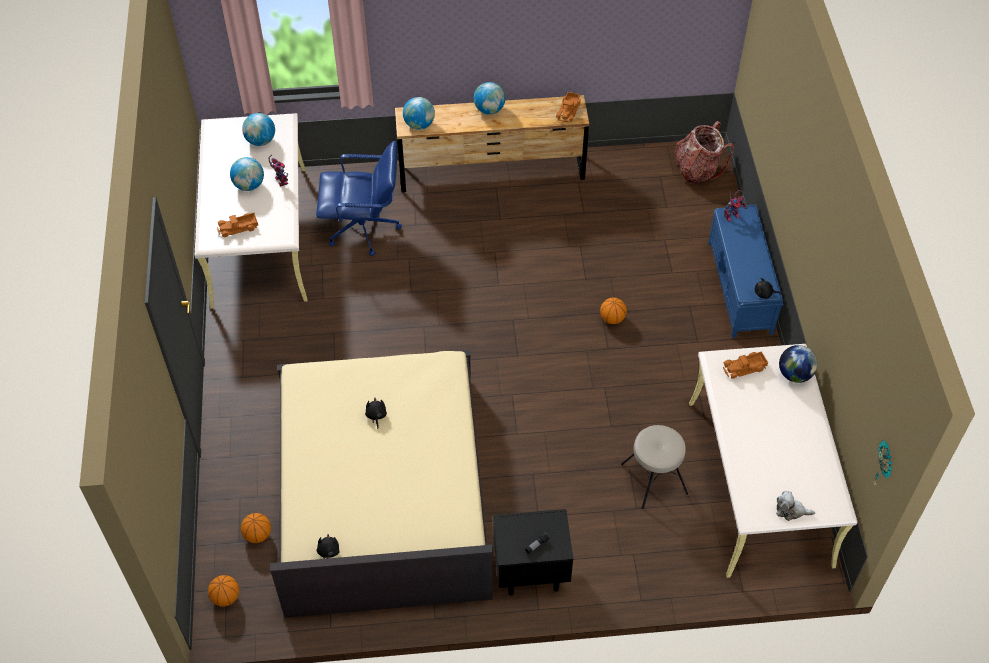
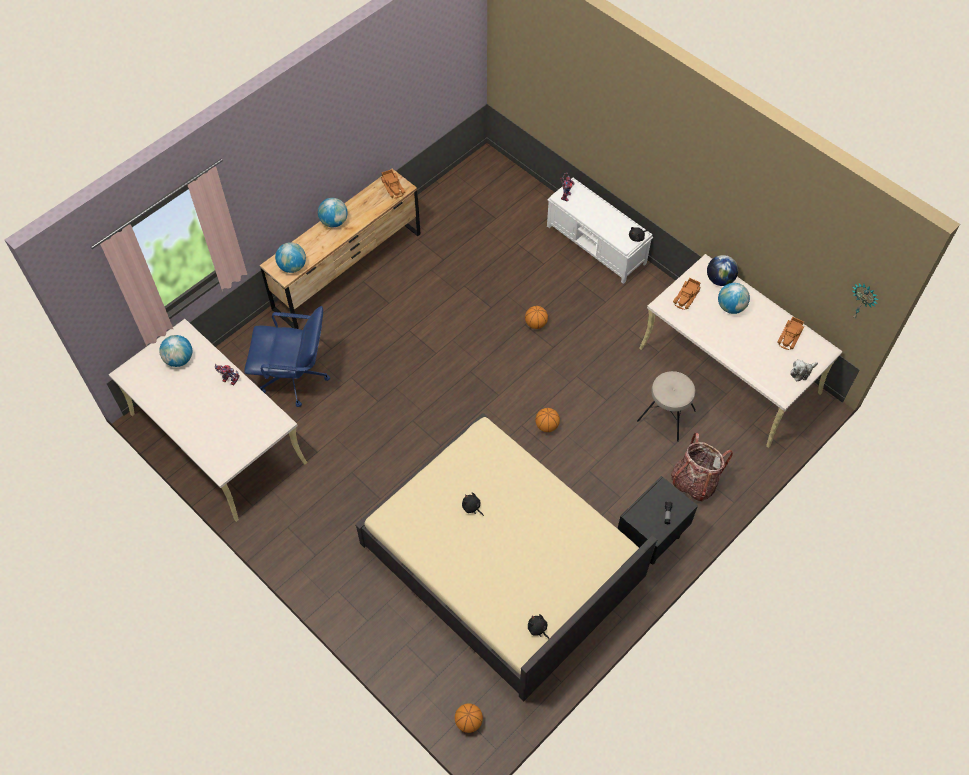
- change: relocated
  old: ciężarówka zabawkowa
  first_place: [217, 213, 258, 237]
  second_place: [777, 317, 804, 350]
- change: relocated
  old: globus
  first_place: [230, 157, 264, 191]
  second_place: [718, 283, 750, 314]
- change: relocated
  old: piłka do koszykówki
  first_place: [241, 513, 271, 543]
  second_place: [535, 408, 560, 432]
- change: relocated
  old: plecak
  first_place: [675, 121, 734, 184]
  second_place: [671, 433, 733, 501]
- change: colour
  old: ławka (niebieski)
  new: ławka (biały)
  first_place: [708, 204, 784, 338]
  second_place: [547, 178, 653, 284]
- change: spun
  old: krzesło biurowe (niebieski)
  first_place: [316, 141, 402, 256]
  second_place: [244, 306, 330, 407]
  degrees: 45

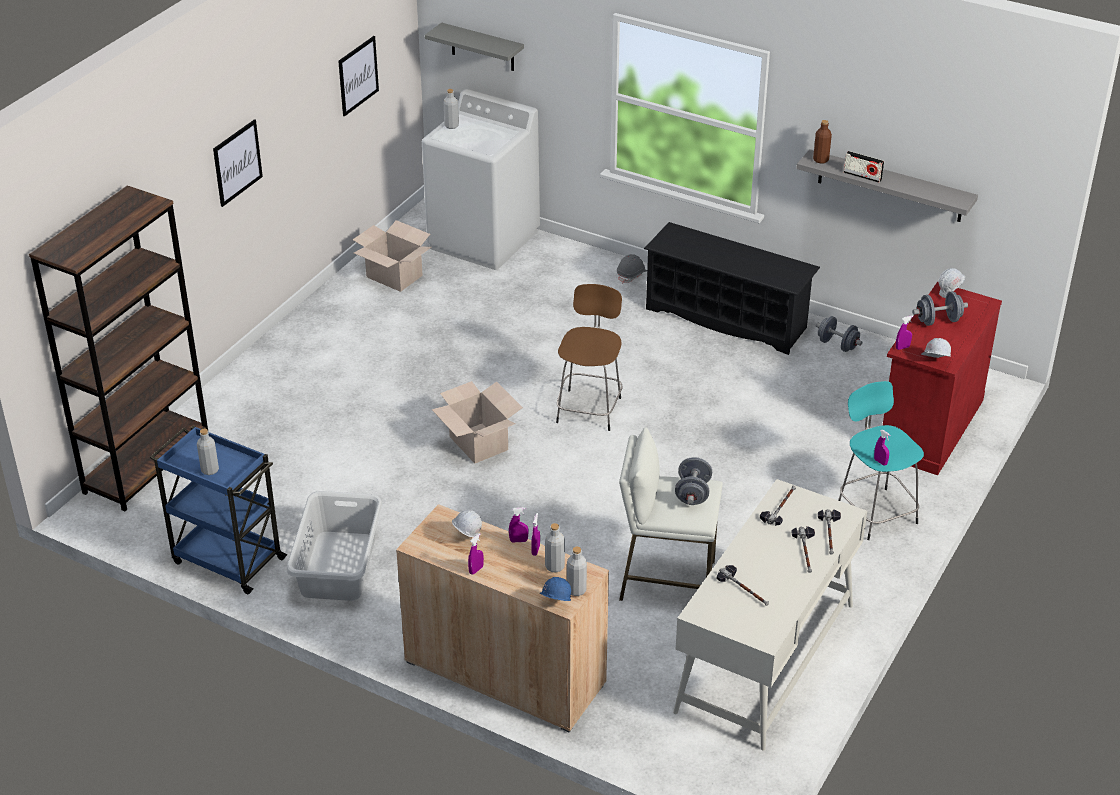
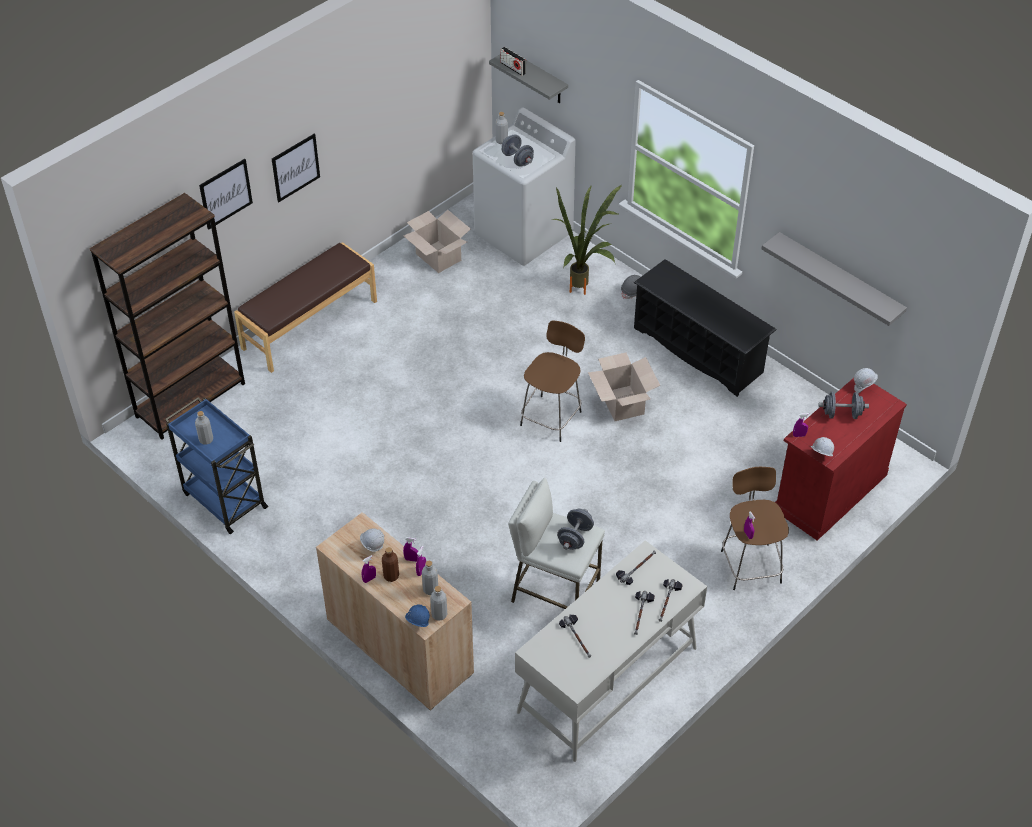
- change: missing
  old: kosz na pranie (szary)
  first_place: [287, 491, 382, 601]
- change: appeared
  new: ławka (brązowy)
  second_place: [234, 242, 377, 373]
- change: appeared
  new: roślina doniczkowa
  second_place: [552, 185, 622, 295]
- change: relocated
  old: obraz
  first_place: [338, 36, 379, 117]
  second_place: [199, 159, 253, 230]
- change: relocated
  old: karton
  first_place: [432, 381, 523, 463]
  second_place: [588, 352, 661, 421]
- change: relocated
  old: butelka (brązowy)
  first_place: [813, 120, 832, 164]
  second_place: [382, 547, 399, 582]
- change: relocated
  old: hantel (szary)
  first_place: [816, 316, 862, 352]
  second_place: [502, 135, 534, 167]
- change: relocated
  old: radio
  first_place: [844, 151, 884, 183]
  second_place: [501, 47, 526, 76]
- change: colour
  old: stołek (turkusowy)
  new: stołek (brązowy)
  first_place: [838, 381, 924, 540]
  second_place: [721, 467, 789, 590]

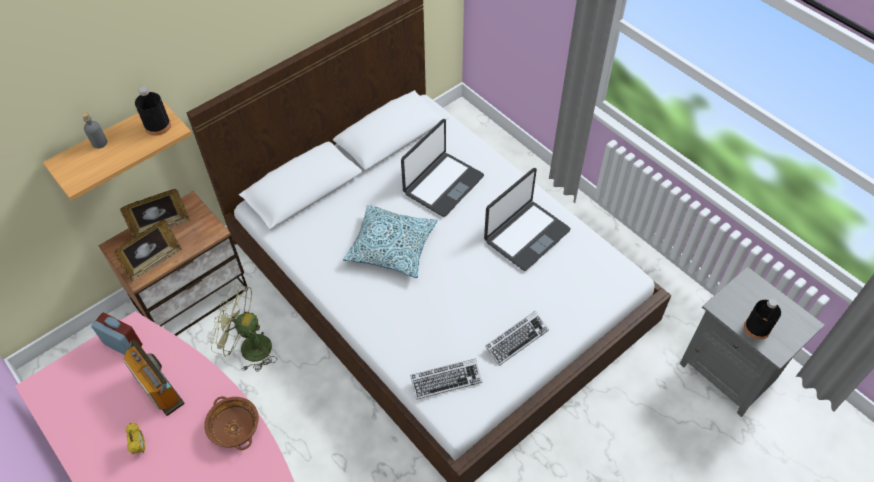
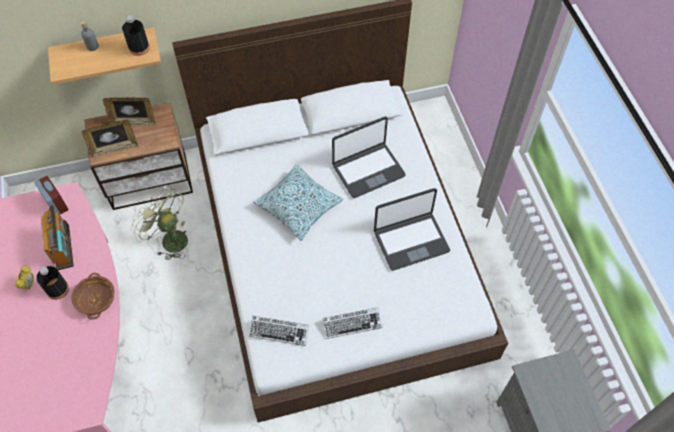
- change: relocated
  old: butelka (czarny)
  first_place: [744, 299, 781, 340]
  second_place: [36, 266, 69, 300]

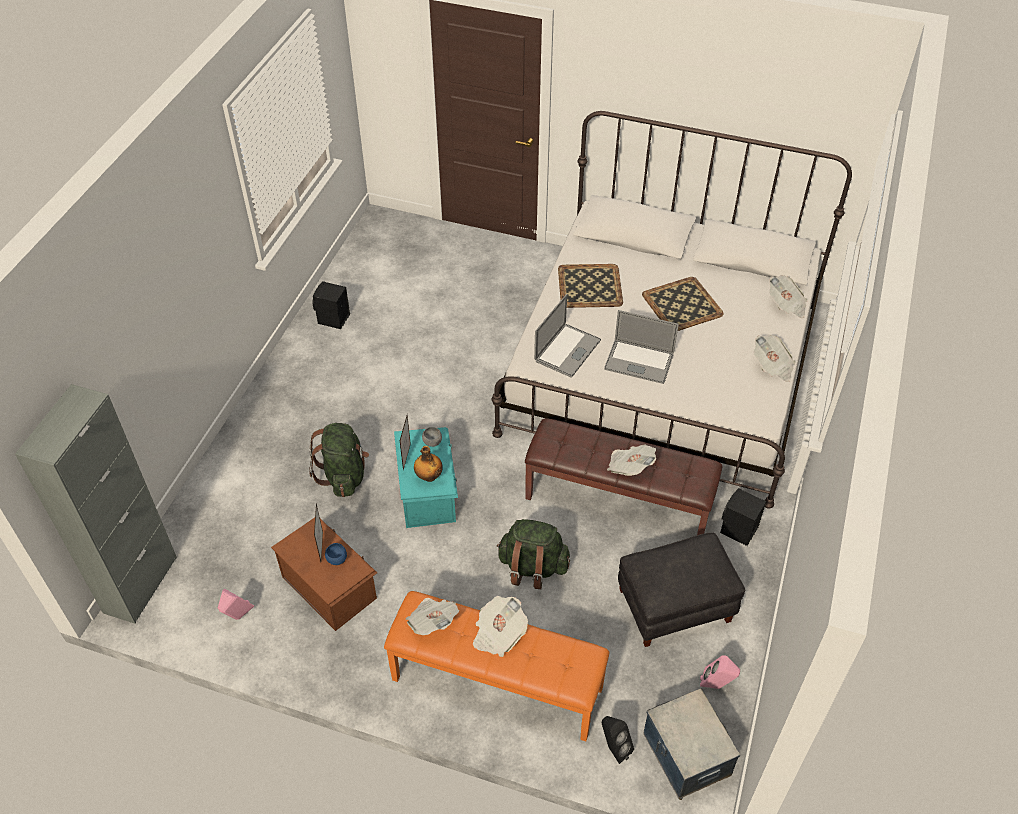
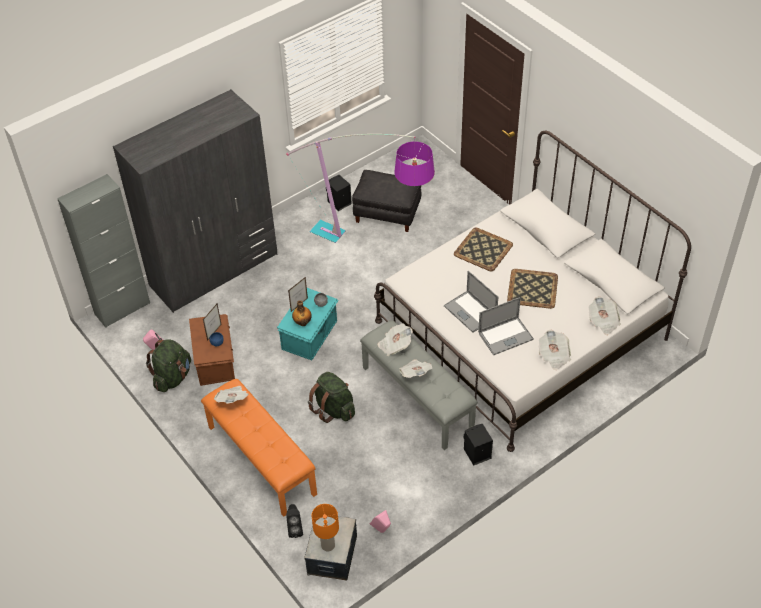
- change: appeared
  new: szafa (szary)
  second_place: [113, 89, 278, 313]
- change: appeared
  new: lampa stojąca
  second_place: [286, 134, 435, 243]
- change: appeared
  new: lampa stołowa (pomarańczowy)
  second_place: [312, 504, 339, 551]
- change: relocated
  old: plecak (zielony)
  first_place: [309, 423, 369, 497]
  second_place: [146, 339, 191, 392]
- change: relocated
  old: gazeta
  first_place: [473, 596, 528, 657]
  second_place: [377, 323, 413, 356]
- change: relocated
  old: laptop
  first_place: [534, 294, 601, 378]
  second_place: [478, 297, 534, 355]
- change: relocated
  old: pufa (czarny)
  first_place: [618, 533, 746, 647]
  second_place: [352, 170, 421, 232]
- change: colour
  old: ławka (brązowy)
  new: ławka (szary)
  first_place: [525, 418, 723, 535]
  second_place: [360, 320, 478, 450]

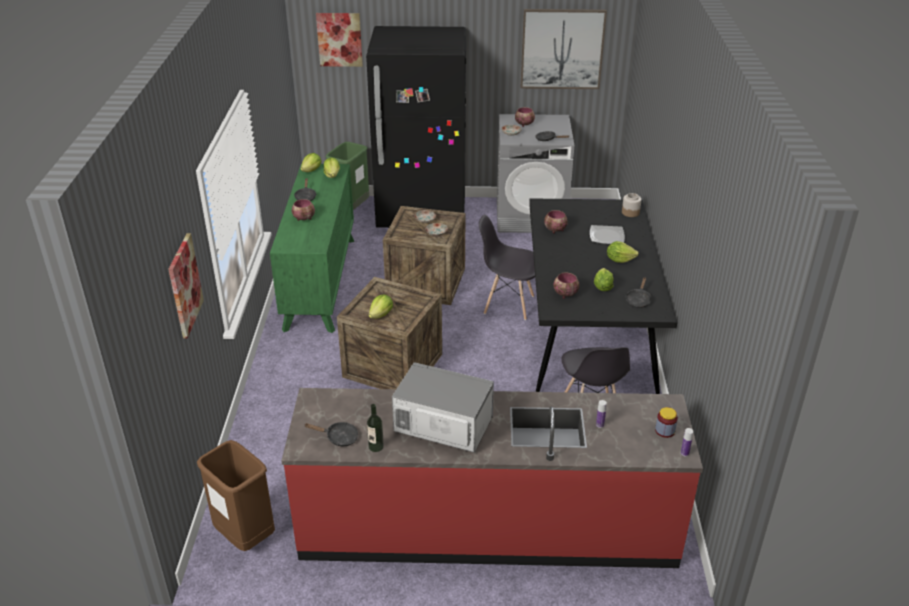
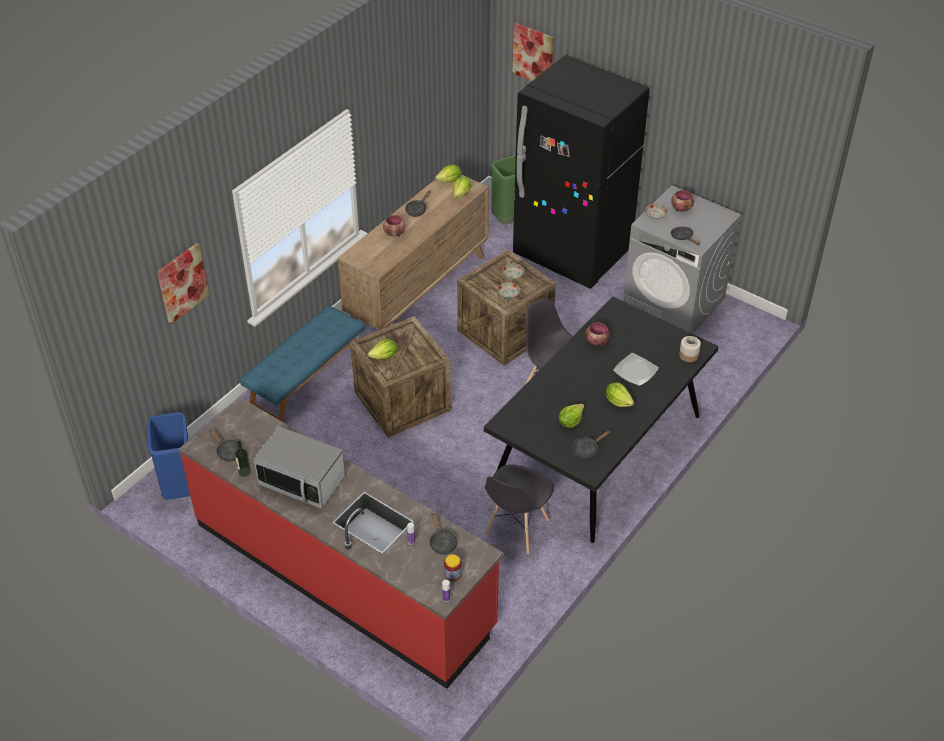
- change: missing
  old: obraz
  first_place: [521, 9, 607, 89]
- change: missing
  old: miska
  first_place: [554, 273, 580, 299]
- change: appeared
  new: ławka (niebieski)
  second_place: [240, 306, 365, 423]
- change: appeared
  new: patelnia (czarny)
  second_place: [430, 513, 458, 555]
- change: colour
  old: kosz na śmieci (brązowy)
  new: kosz na śmieci (niebieski)
  first_place: [197, 440, 275, 551]
  second_place: [147, 412, 190, 500]
- change: colour
  old: komoda (zielony)
  new: komoda (brązowy)
  first_place: [270, 164, 354, 333]
  second_place: [337, 174, 489, 330]
- change: spun
  old: mikrofalówka
  first_place: [392, 362, 494, 453]
  second_place: [254, 426, 345, 509]
  degrees: 150

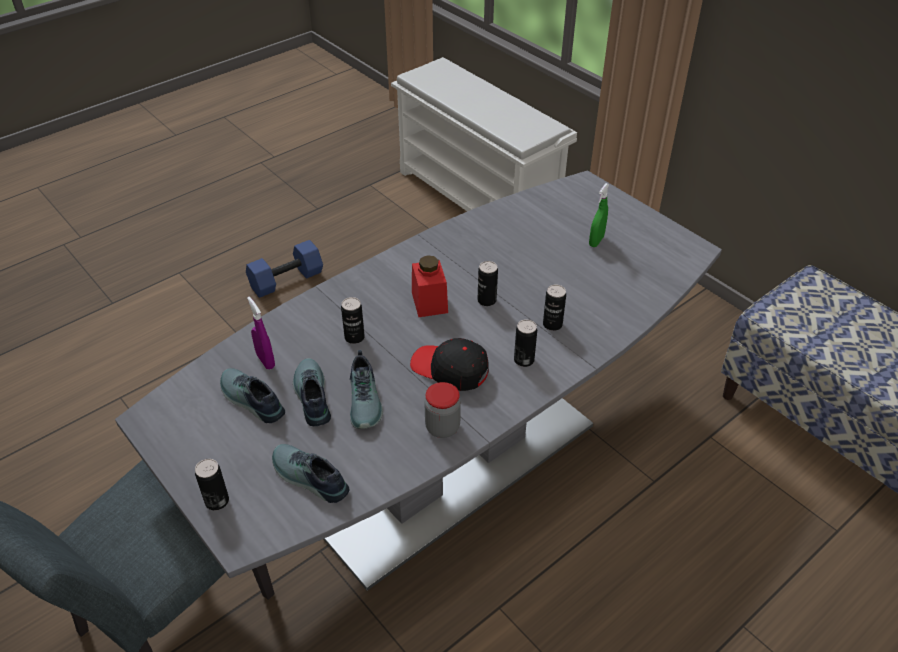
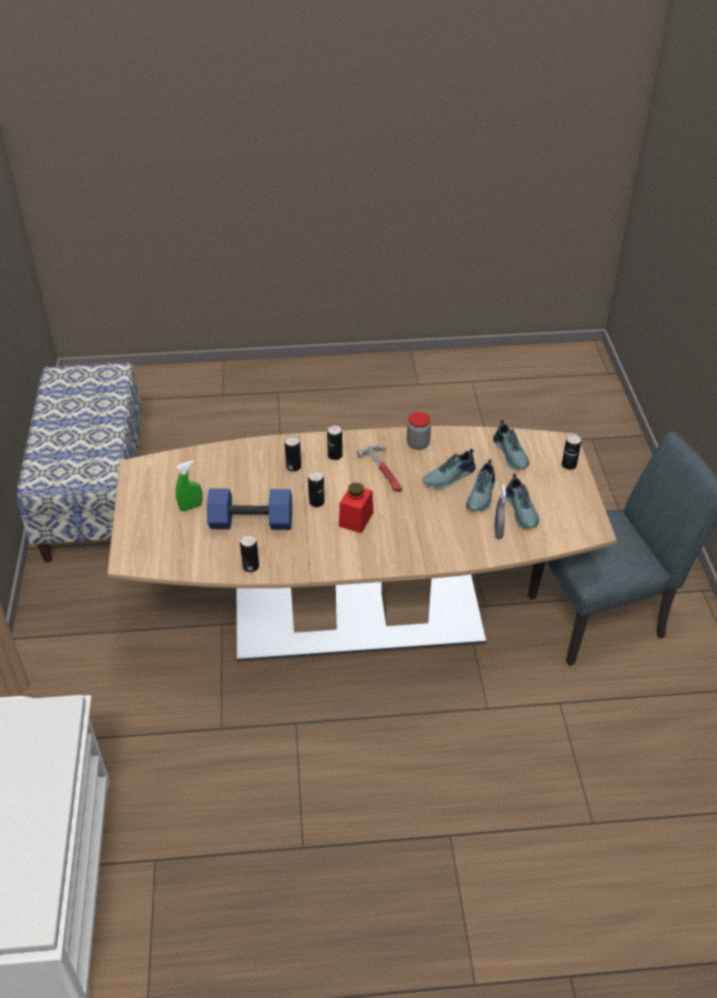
- change: relocated
  old: hantel (niebieski)
  first_place: [246, 240, 323, 298]
  second_place: [207, 488, 292, 530]
- change: relocated
  old: puszka
  first_place: [341, 297, 365, 344]
  second_place: [240, 535, 259, 572]
- change: exchanged
  old: czapka z daszkiem (czarny)
  new: młotek
  first_place: [410, 338, 489, 391]
  second_place: [357, 445, 402, 492]
- change: colour
  old: stół jadalny (szary)
  new: stół jadalny (brązowy)
  first_place: [115, 170, 722, 591]
  second_place: [107, 426, 616, 662]
- change: colour
  old: spryskiwacz (fioletowy)
  new: spryskiwacz (szary)
  first_place: [247, 297, 275, 370]
  second_place: [494, 484, 506, 539]
- change: spun
  old: but
  first_place: [350, 350, 383, 429]
  second_place: [423, 448, 476, 489]
  degrees: -150

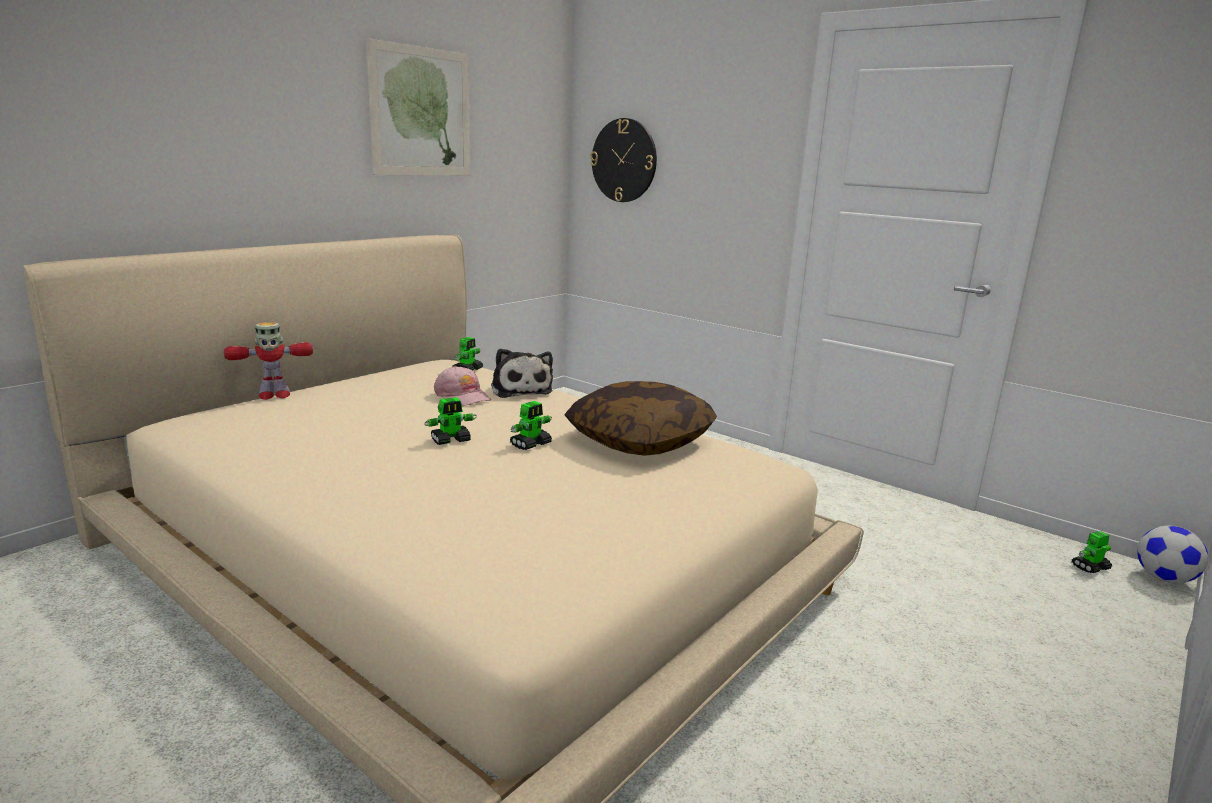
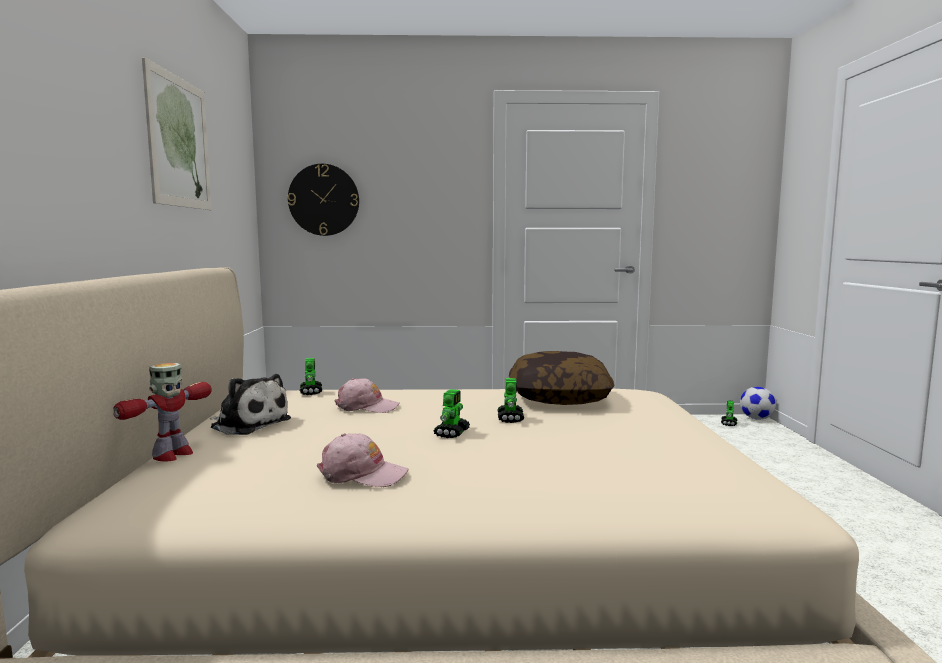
- change: appeared
  new: czapka z daszkiem (różowy)
  second_place: [317, 433, 409, 487]
- change: relocated
  old: pluszak
  first_place: [491, 348, 553, 398]
  second_place: [210, 374, 291, 435]

